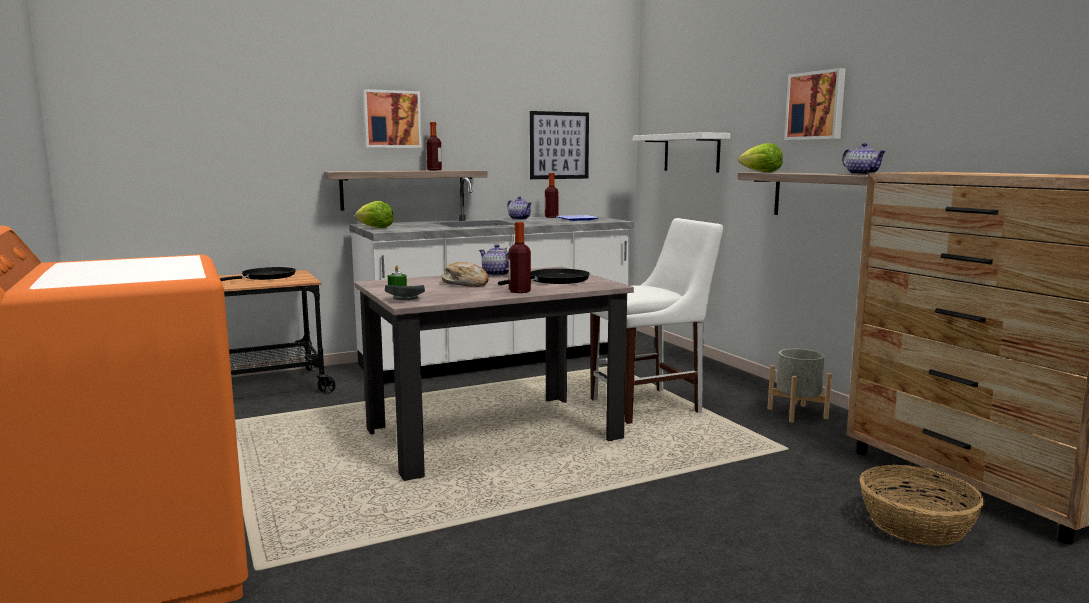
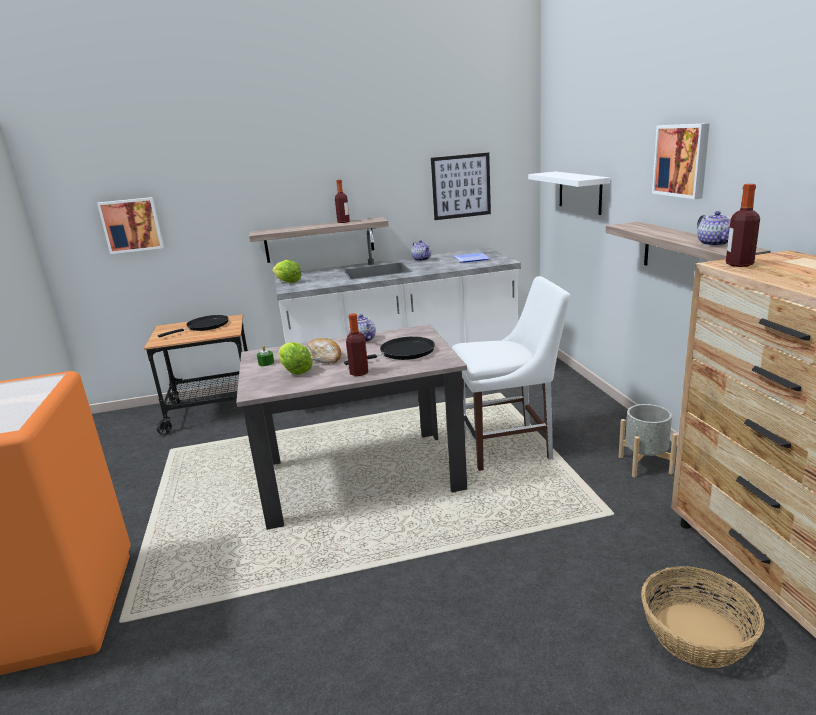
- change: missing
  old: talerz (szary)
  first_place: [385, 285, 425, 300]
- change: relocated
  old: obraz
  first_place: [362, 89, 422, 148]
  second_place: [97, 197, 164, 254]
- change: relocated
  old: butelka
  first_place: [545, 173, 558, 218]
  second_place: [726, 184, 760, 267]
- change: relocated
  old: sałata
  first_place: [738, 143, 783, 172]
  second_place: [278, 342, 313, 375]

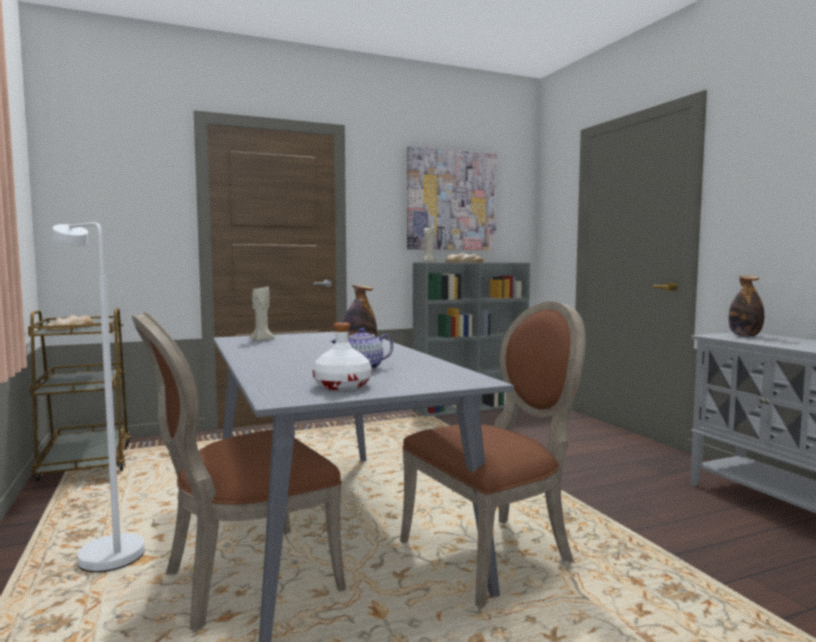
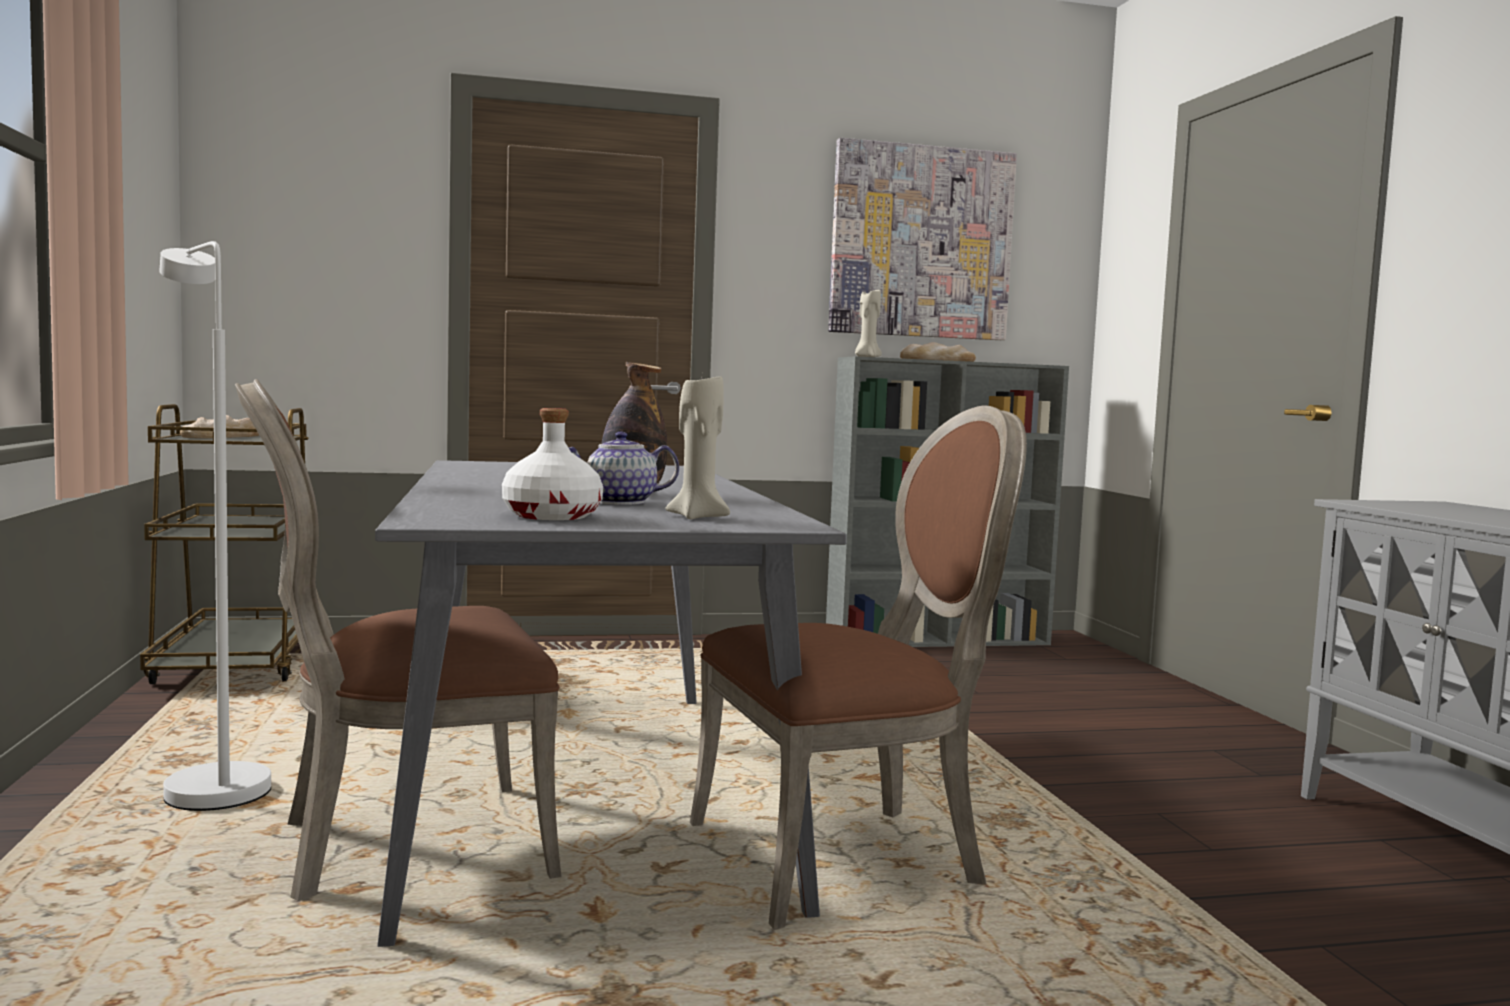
- change: missing
  old: butelka
  first_place: [729, 276, 764, 337]
- change: relocated
  old: świeca (beżowy)
  first_place: [249, 285, 274, 341]
  second_place: [665, 376, 730, 519]

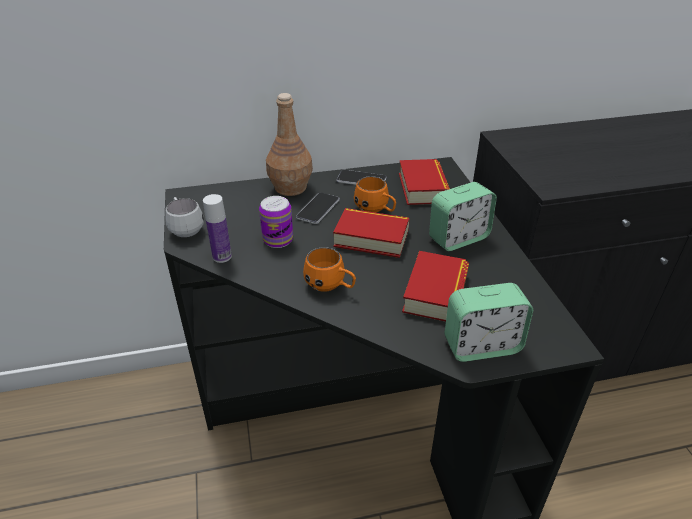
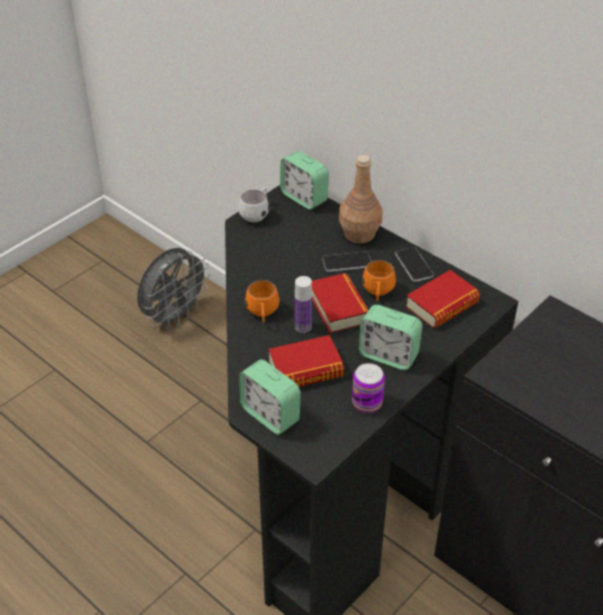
- change: appeared
  new: wentylator (szary)
  second_place: [137, 248, 210, 330]
- change: appeared
  new: budzik
  second_place: [280, 151, 329, 210]
- change: relocated
  old: butelka
  first_place: [203, 194, 232, 263]
  second_place: [295, 276, 312, 333]
- change: relocated
  old: puszka
  first_place: [259, 196, 293, 248]
  second_place: [352, 363, 385, 413]

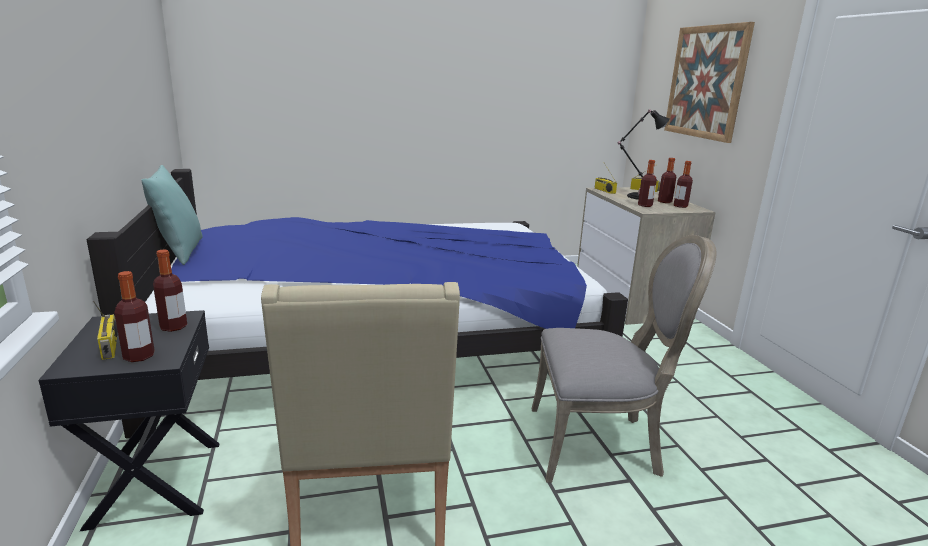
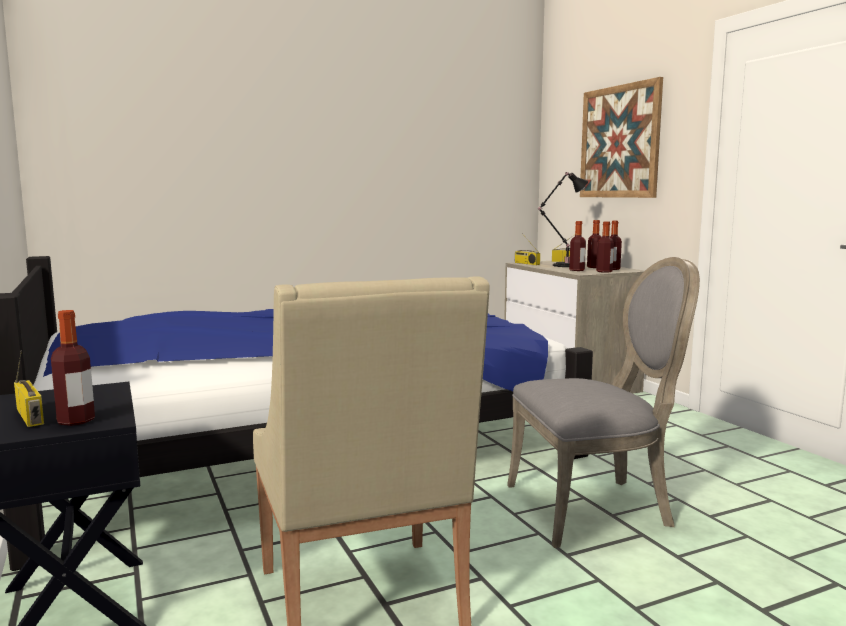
- change: missing
  old: poduszka (turkusowy)
  first_place: [141, 165, 203, 265]
- change: relocated
  old: butelka
  first_place: [153, 249, 187, 332]
  second_place: [596, 222, 614, 273]

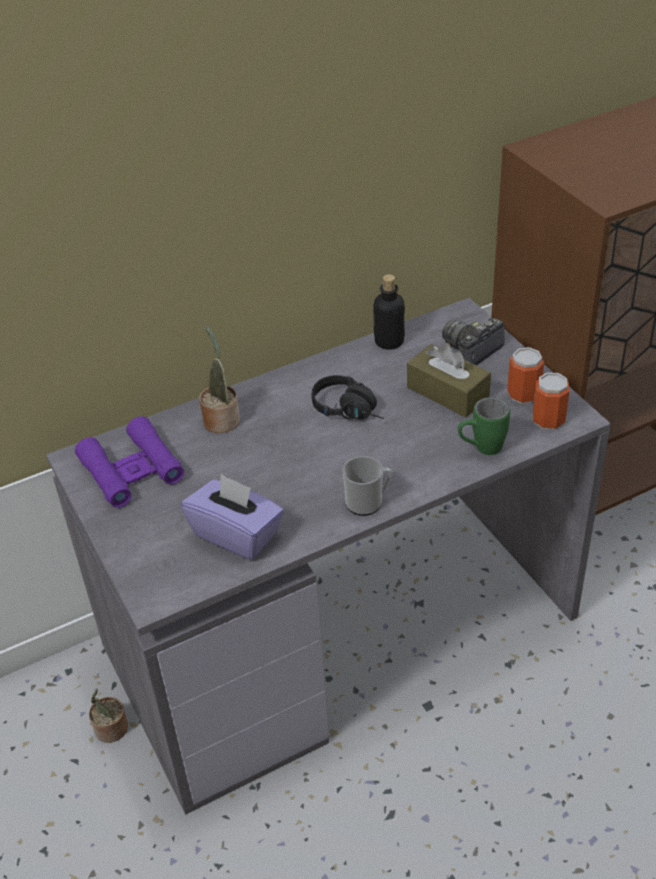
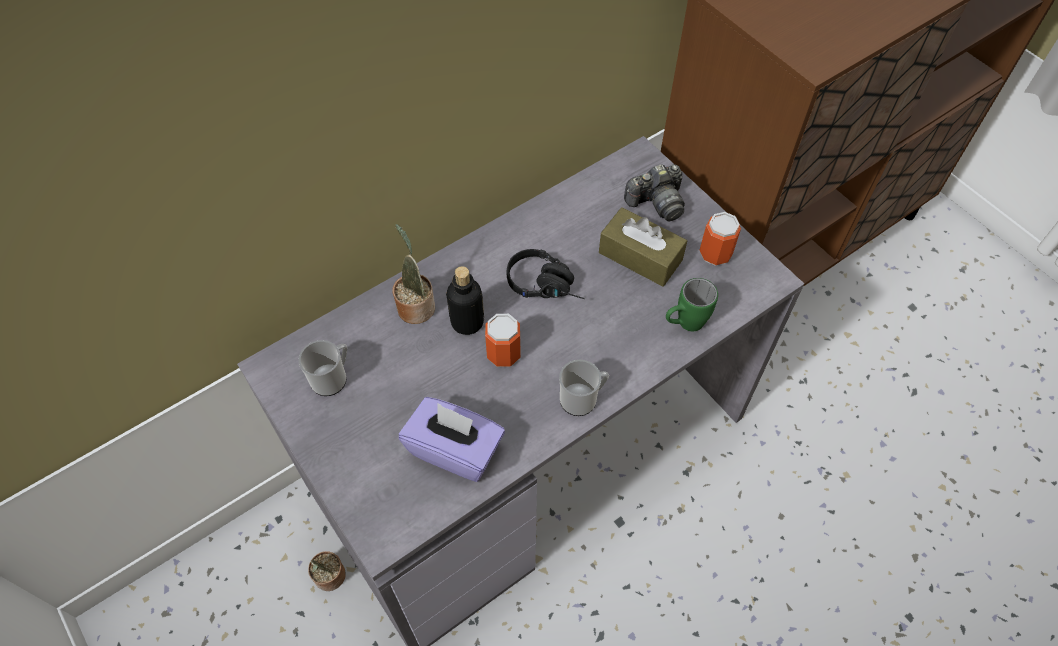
- change: relocated
  old: butelka
  first_place: [373, 274, 405, 350]
  second_place: [446, 266, 484, 335]
- change: relocated
  old: puszka
  first_place: [533, 372, 569, 430]
  second_place: [485, 314, 520, 367]
- change: exchanged
  old: lornetka (fioletowy)
  new: kubek
  first_place: [75, 416, 184, 508]
  second_place: [298, 340, 347, 396]
- change: spun
  old: aparat fotograficzny
  first_place: [442, 318, 505, 365]
  second_place: [624, 164, 685, 221]
  degrees: -150

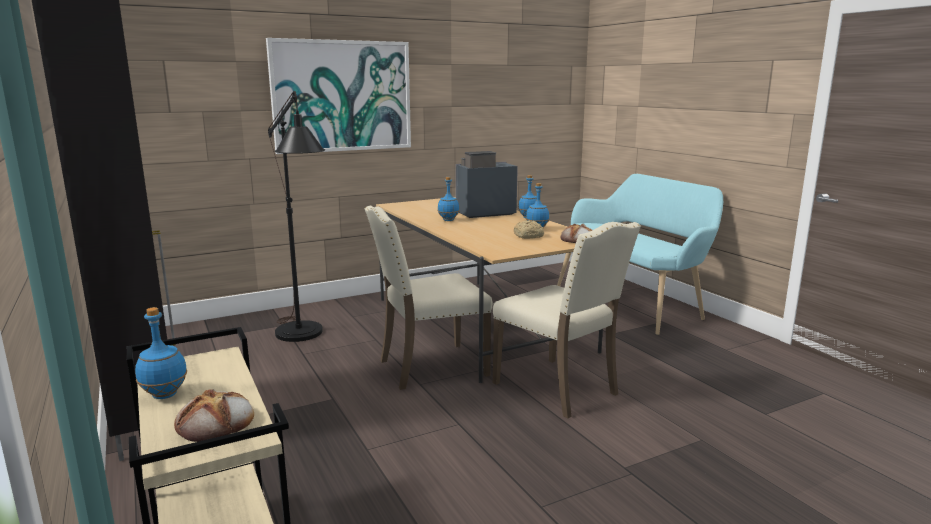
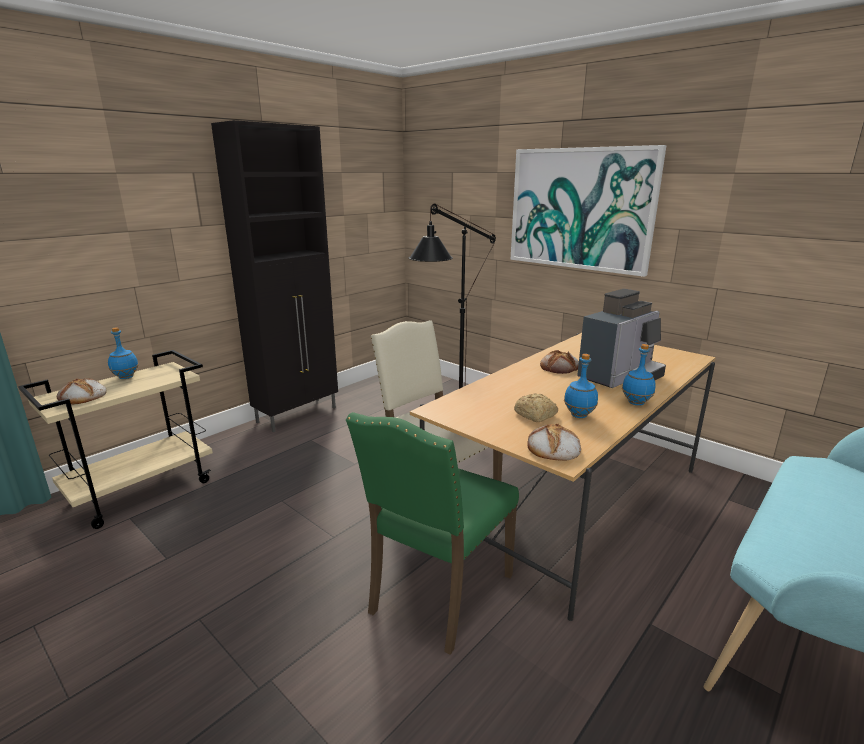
- change: exchanged
  old: butelka (niebieski)
  new: chleb
  first_place: [438, 177, 460, 221]
  second_place: [540, 350, 579, 374]
- change: colour
  old: krzesło (beżowy)
  new: krzesło (zielony)
  first_place: [493, 222, 641, 418]
  second_place: [346, 412, 519, 655]
- change: spun
  old: ekspres do kawy
  first_place: [456, 151, 518, 218]
  second_place: [577, 289, 666, 388]
  degrees: 90

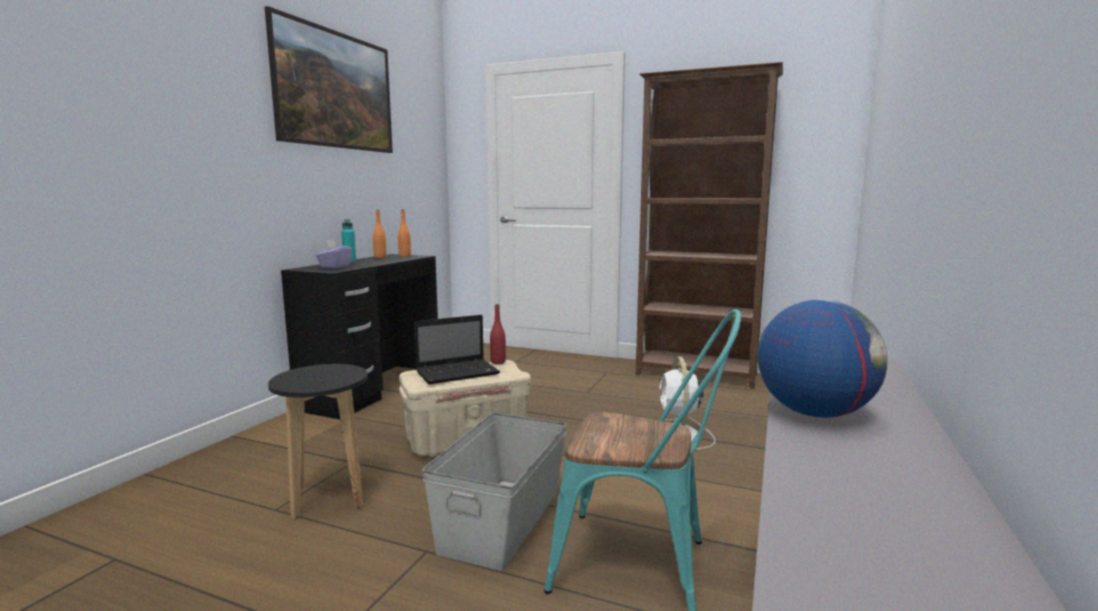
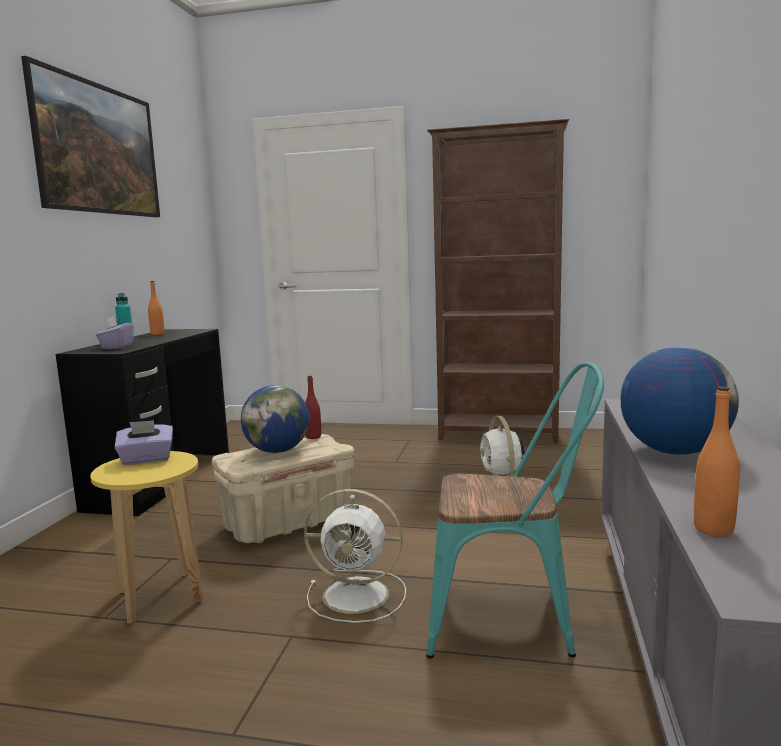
- change: appeared
  new: pudełko chusteczek (fioletowy)
  second_place: [114, 420, 173, 465]
- change: relocated
  old: butelka (pomarańczowy)
  first_place: [398, 210, 411, 257]
  second_place: [694, 386, 740, 537]
- change: exchanged
  old: laptop
  new: globus
  first_place: [414, 315, 500, 384]
  second_place: [241, 385, 309, 453]
- change: exchanged
  old: pojemnik do przechowywania (szary)
  new: wentylator (biały)
  first_place: [422, 413, 567, 571]
  second_place: [304, 489, 406, 623]
- change: colour
  old: stołek (czarny)
  new: stołek (żółty)
  first_place: [268, 364, 367, 519]
  second_place: [90, 451, 204, 624]

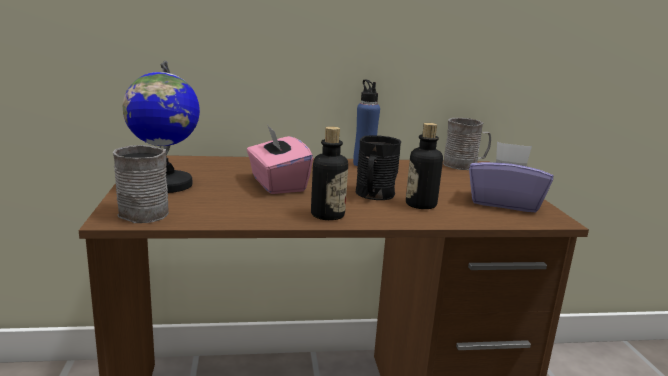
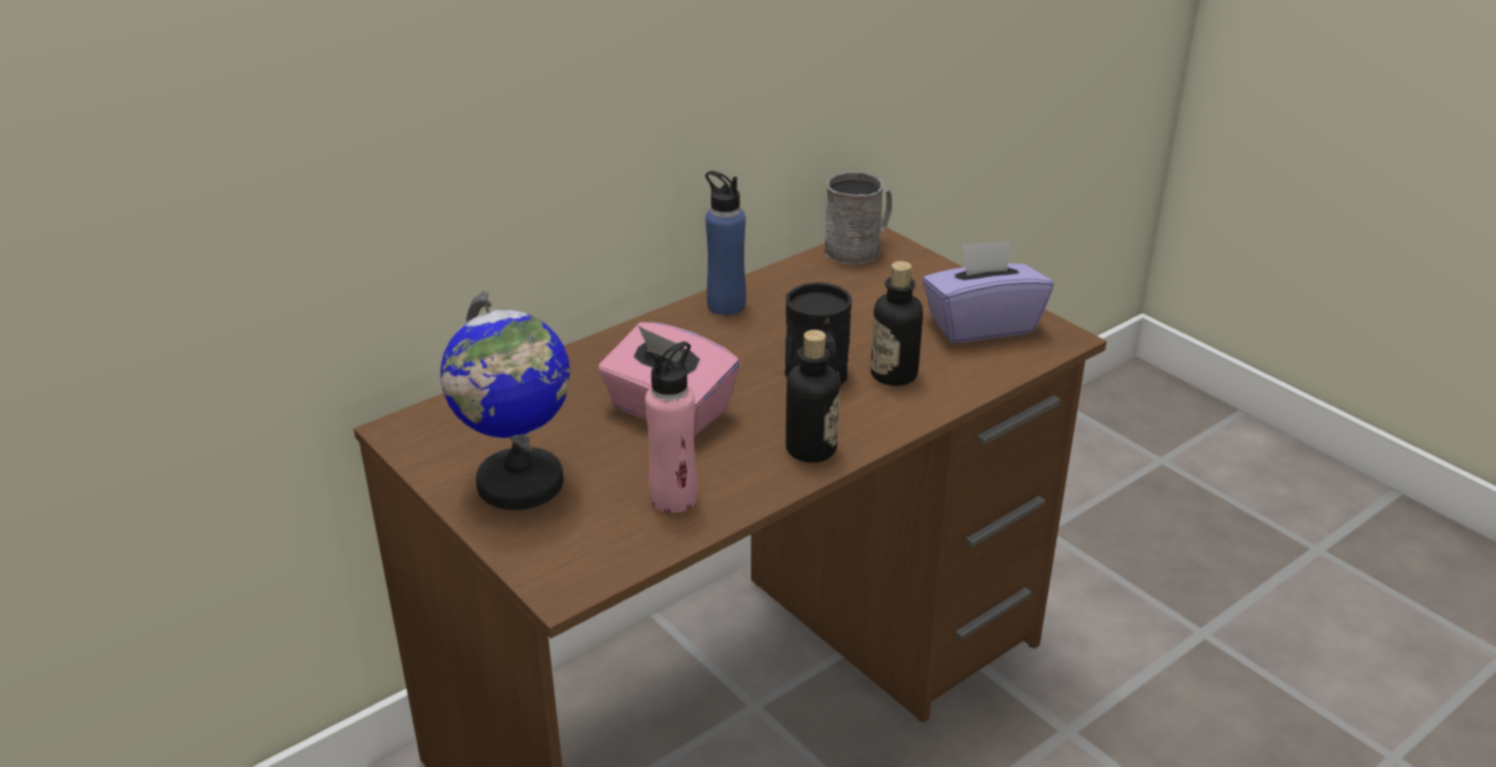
- change: missing
  old: kubek (szary)
  first_place: [113, 145, 169, 223]
- change: appeared
  new: butelka (różowy)
  second_place: [645, 341, 697, 513]

